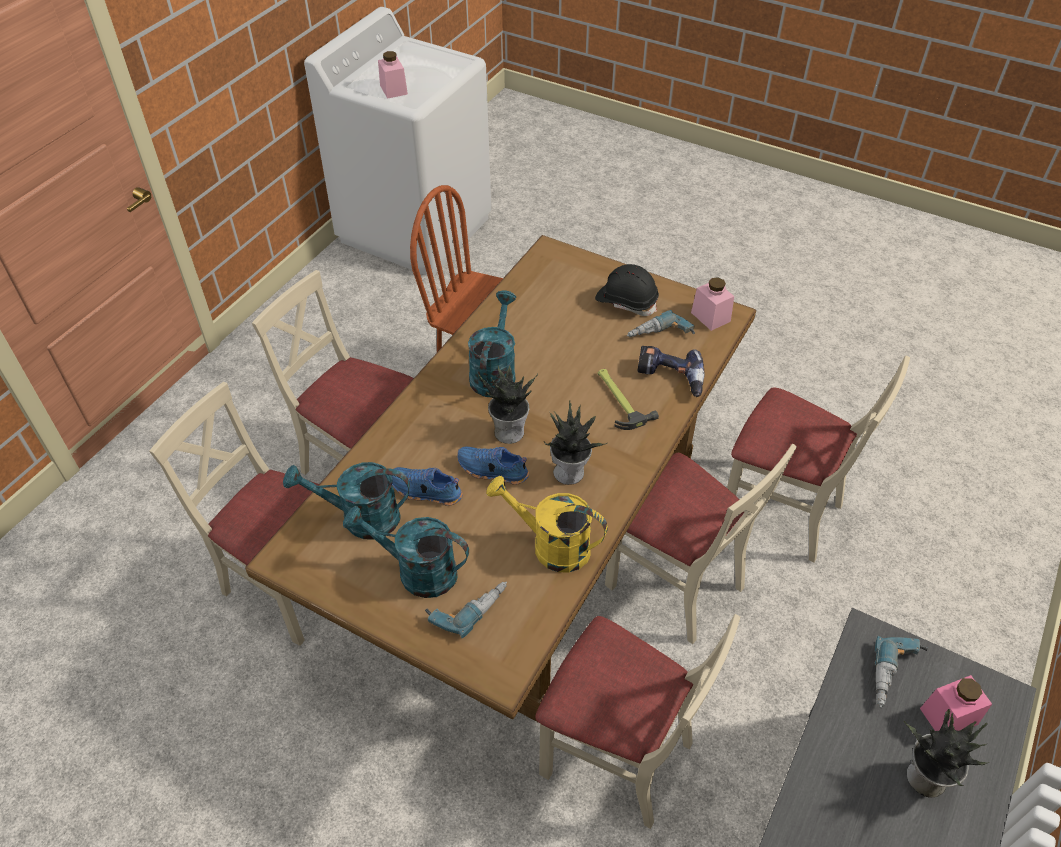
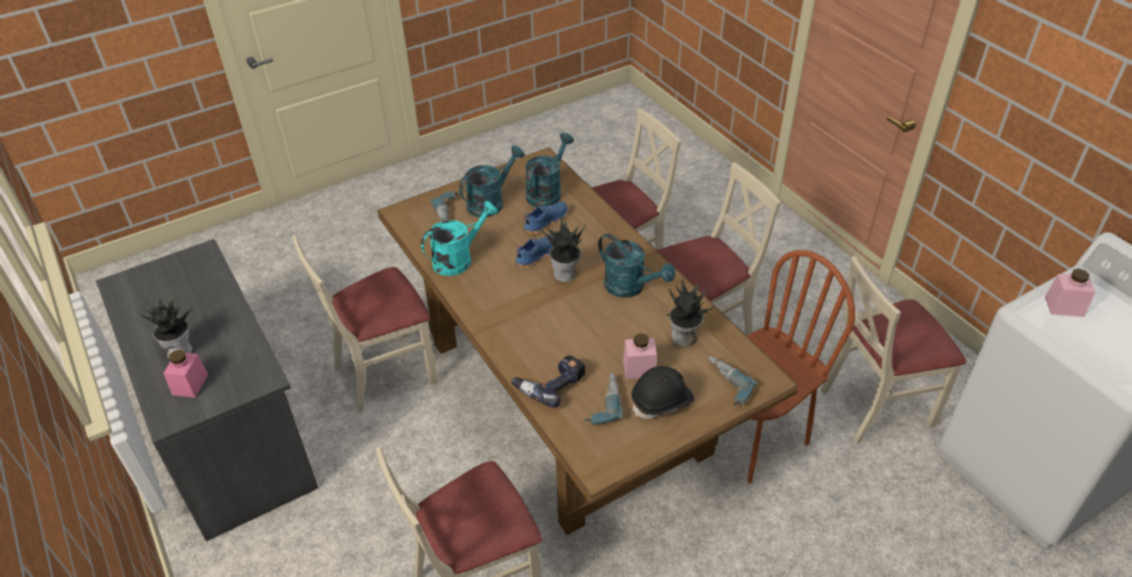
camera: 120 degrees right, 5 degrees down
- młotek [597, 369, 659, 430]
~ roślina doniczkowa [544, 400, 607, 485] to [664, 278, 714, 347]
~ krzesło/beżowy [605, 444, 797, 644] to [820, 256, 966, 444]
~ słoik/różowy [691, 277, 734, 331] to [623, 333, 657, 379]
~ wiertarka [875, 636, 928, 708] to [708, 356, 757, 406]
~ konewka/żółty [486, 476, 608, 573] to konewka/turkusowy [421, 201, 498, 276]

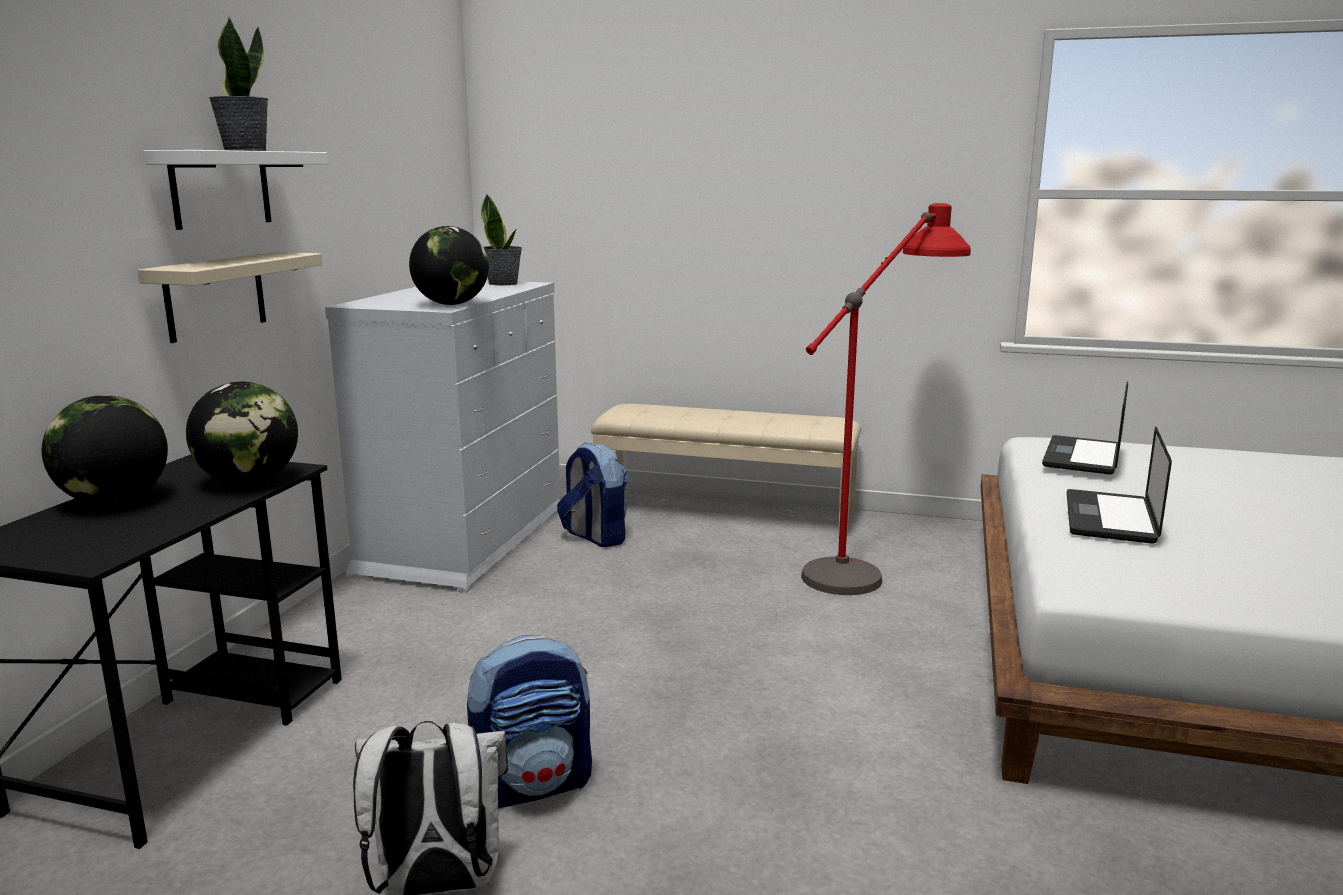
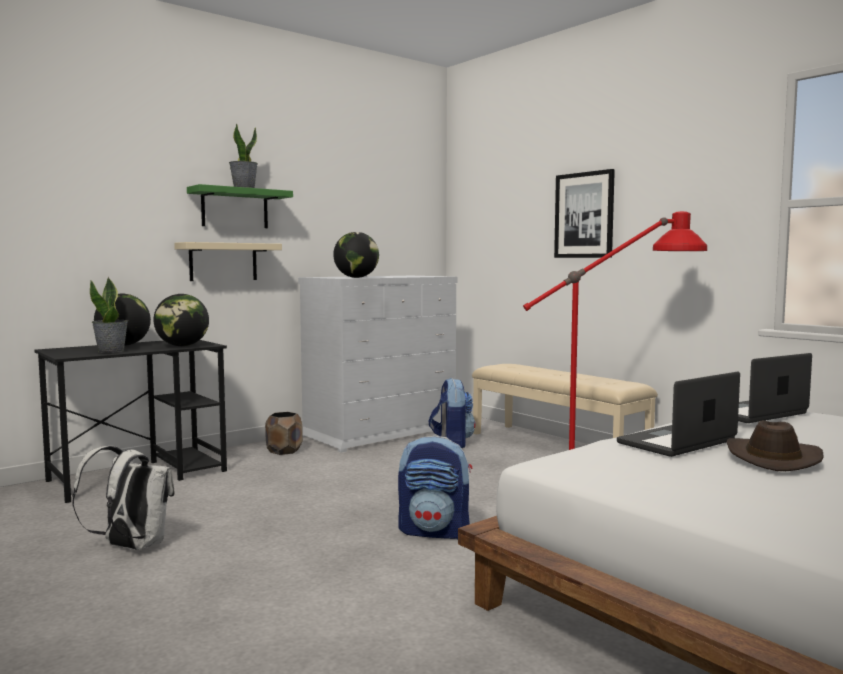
camera: 35 degrees right, 10 degrees down
+ donica/brązowy [265, 412, 303, 455]
+ obraz [554, 169, 615, 258]
+ kapelusz/brązowy [727, 420, 824, 471]
~ plecak [467, 635, 592, 808] to [398, 436, 472, 540]
~ roślina doniczkowa [481, 194, 522, 286] to [90, 277, 128, 353]
~ półka/biały [143, 150, 328, 230] to półka/zielony [187, 184, 293, 228]

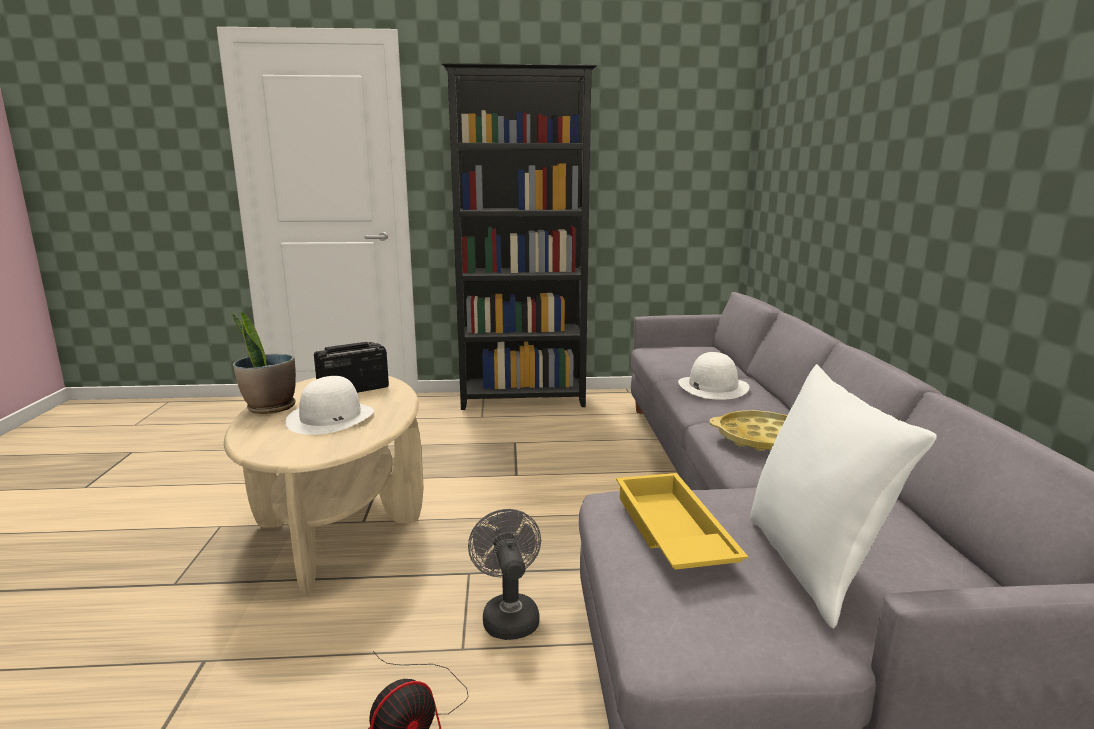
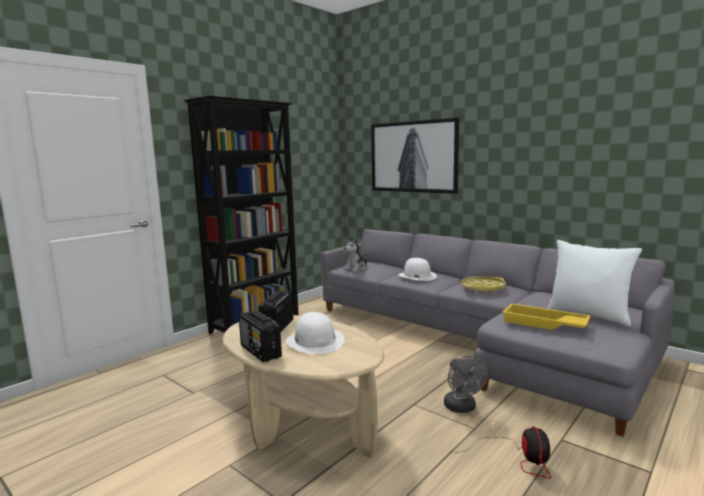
camera: 45 degrees left, 5 degrees down
+ pluszak [344, 237, 367, 272]
+ obraz [371, 117, 459, 194]
~ roślina doniczkowa [232, 312, 296, 414] to radio [239, 310, 282, 362]
~ wentylator/szary [468, 509, 541, 640] = [444, 355, 488, 413] 135 degrees counterclockwise

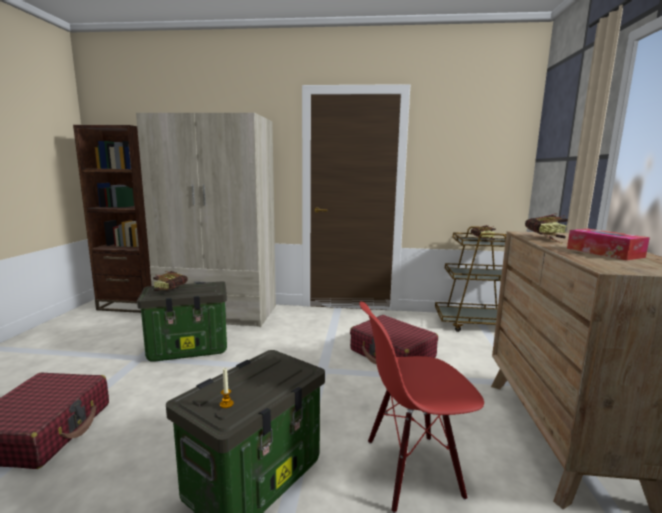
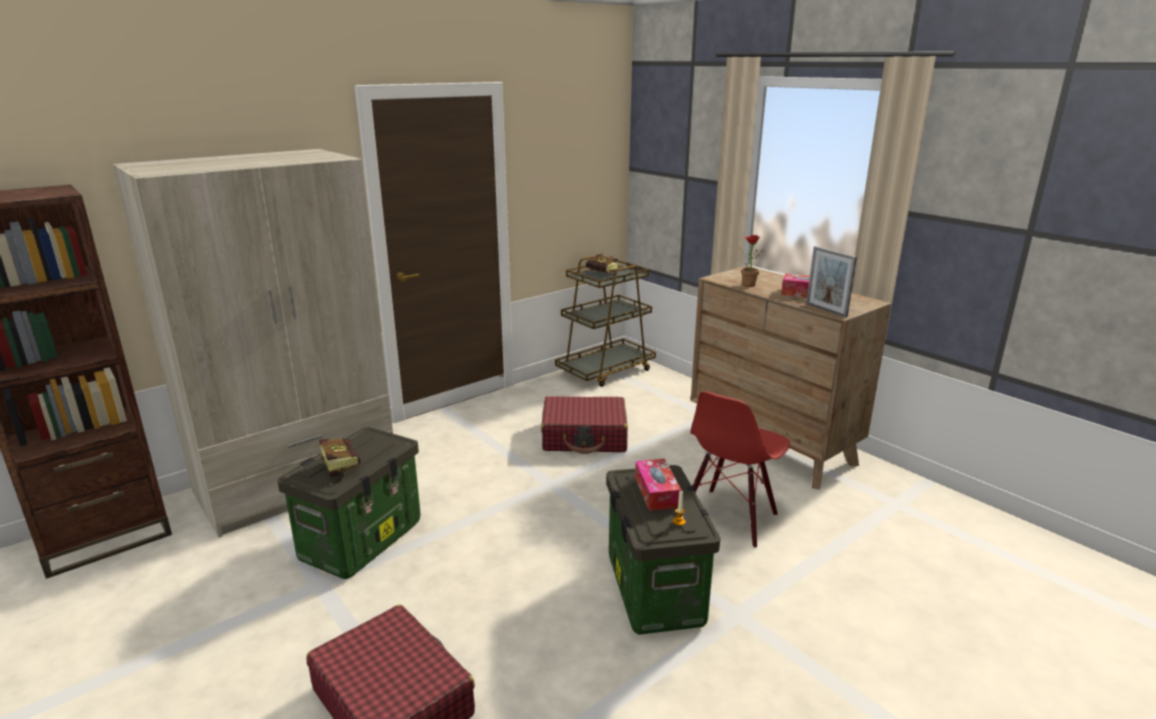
camera: 45 degrees left, 10 degrees up
+ pudełko chusteczek [635, 459, 681, 511]
+ ramka na zdjęcie [806, 246, 857, 317]
~ książka [525, 214, 568, 244] to roślina doniczkowa [740, 235, 765, 287]

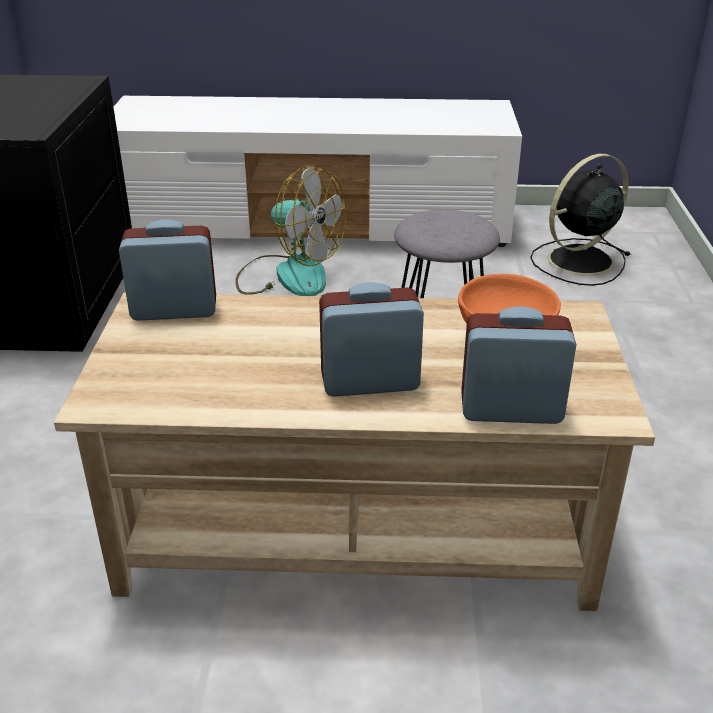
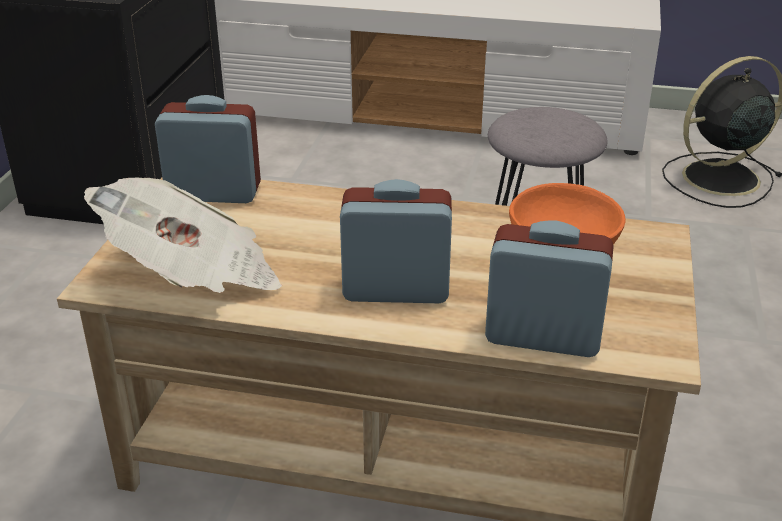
camera: 10 degrees right, 0 degrees up
- wentylator [235, 164, 347, 296]
+ gazeta [84, 178, 282, 293]

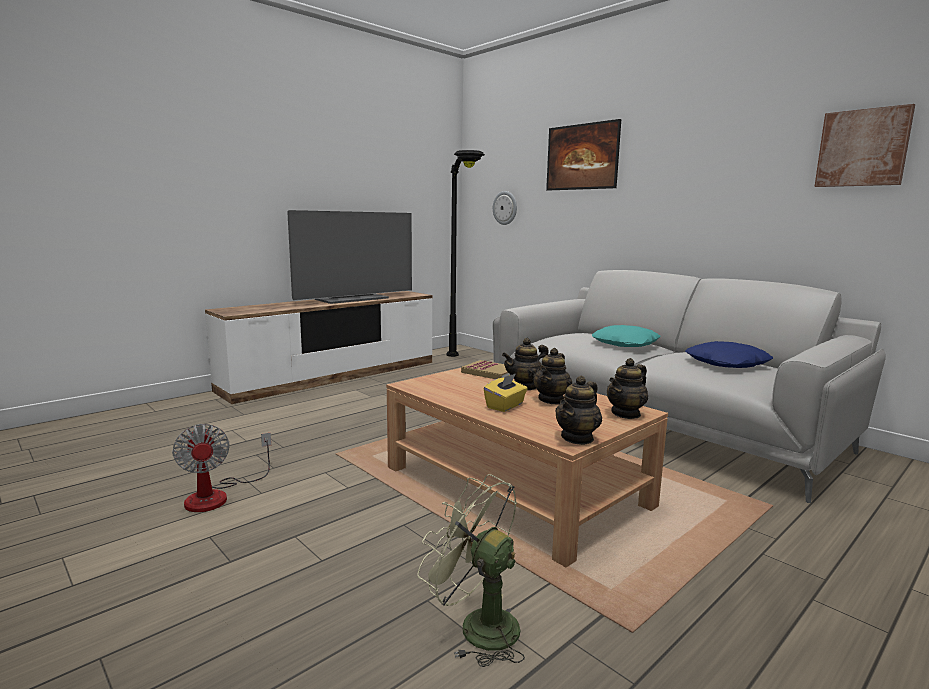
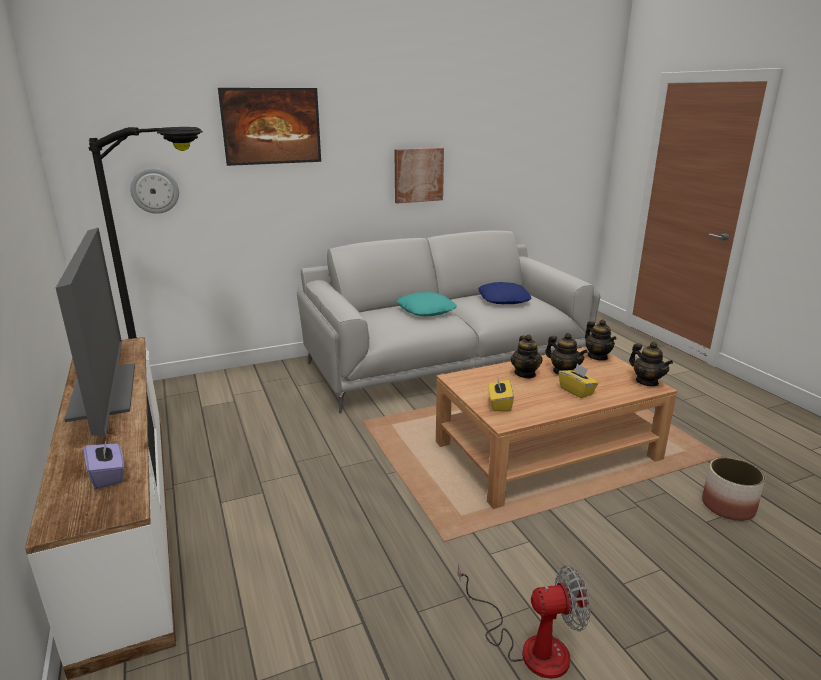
camera: 70 degrees left, 10 degrees up
- książka [461, 360, 510, 379]
+ pudełko chusteczek/fioletowy [84, 436, 124, 489]
+ pudełko chusteczek/żółty [488, 376, 514, 412]
~ obraz [814, 104, 915, 187] to [394, 148, 444, 204]
~ wentylator/zielony [417, 474, 525, 667] to donica [702, 457, 765, 521]

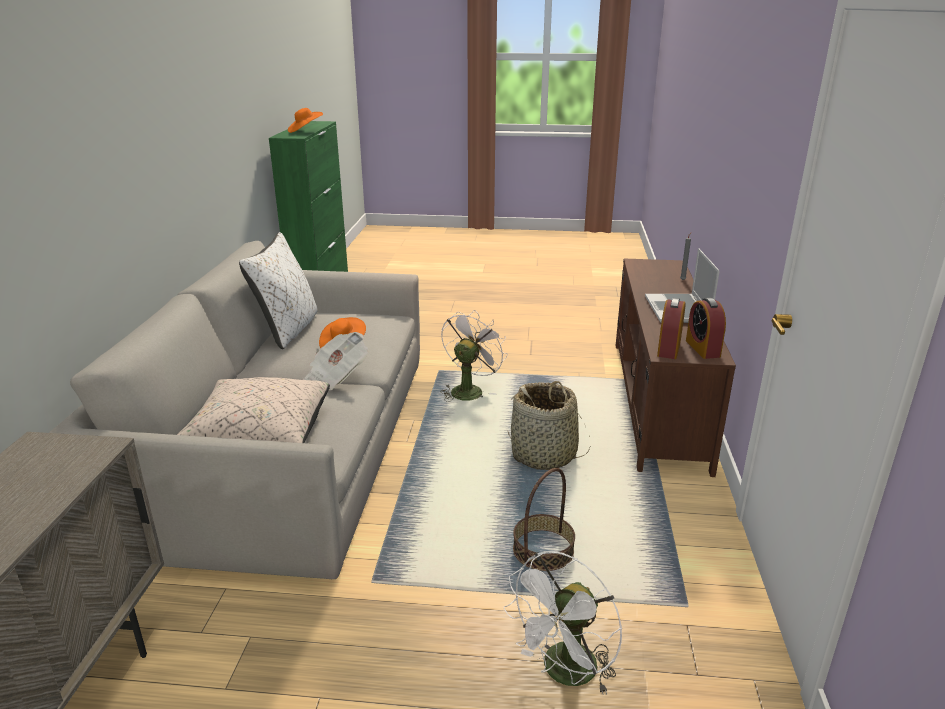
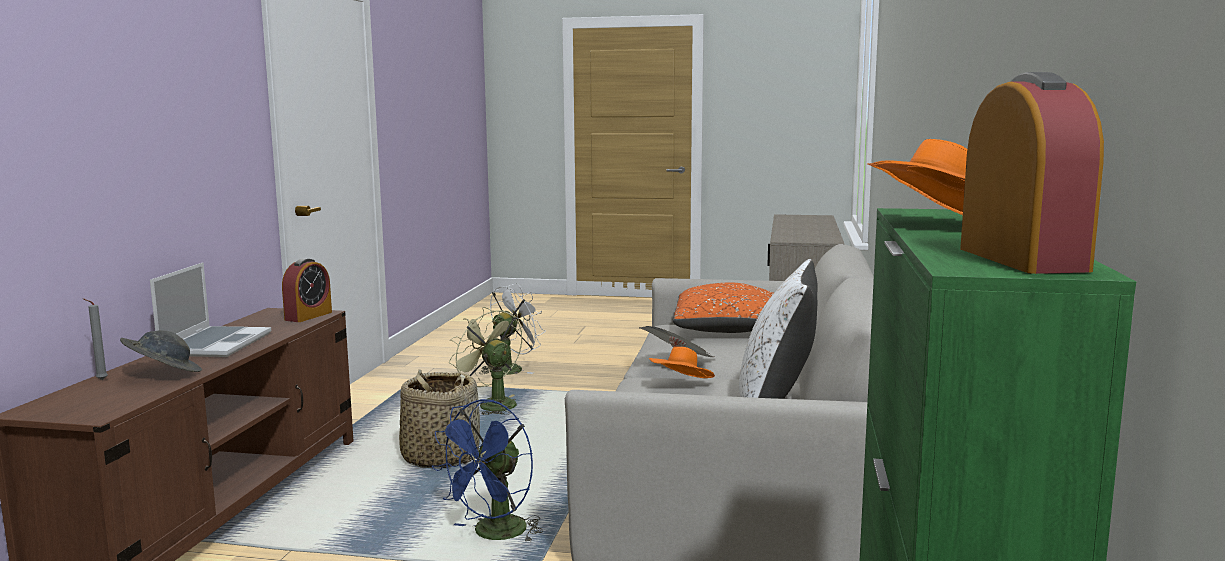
camera: 175 degrees left, 15 degrees down
+ kapelusz/szary [120, 330, 202, 372]
~ budzik [686, 298, 726, 359] to [960, 72, 1104, 274]
~ koszyk [513, 468, 575, 571] to wentylator/zielony [449, 307, 522, 415]
~ poduszka/beżowy [177, 377, 330, 443] to poduszka/pomarańczowy [673, 283, 774, 333]
~ wentylator/biały [441, 310, 508, 402] to wentylator/niebieski [431, 399, 543, 543]

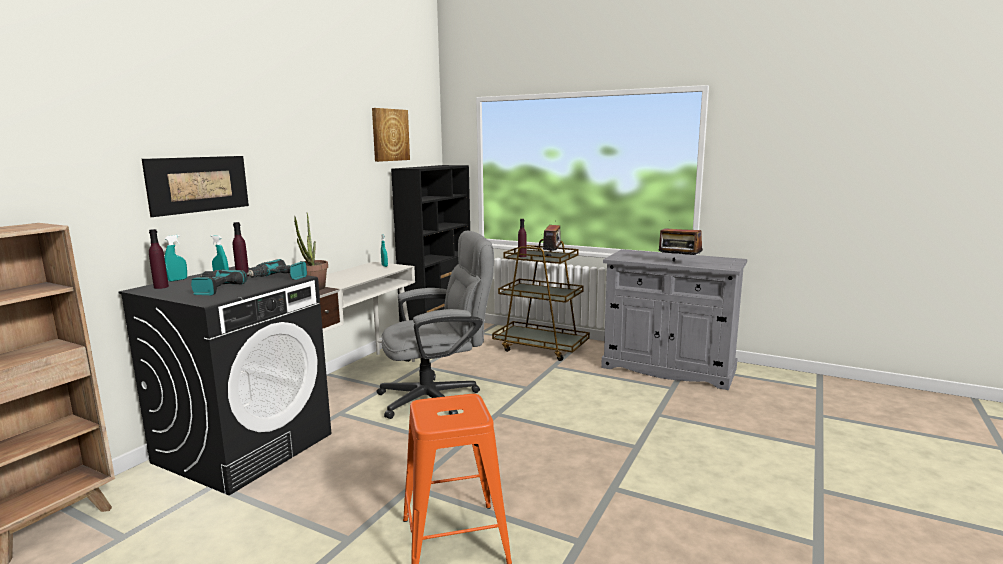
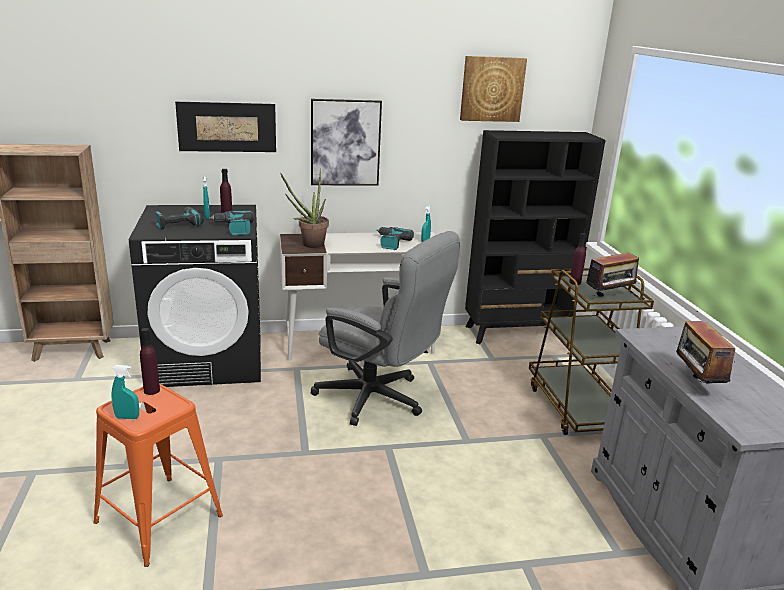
camera: 50 degrees right, 10 degrees up
+ obraz [311, 99, 382, 185]
+ wiertarka [376, 227, 414, 250]
~ butelka/fioletowy [149, 229, 169, 289] to [140, 328, 160, 395]
~ spryskiwacz/turkusowy [164, 235, 187, 282] to [111, 365, 139, 419]

